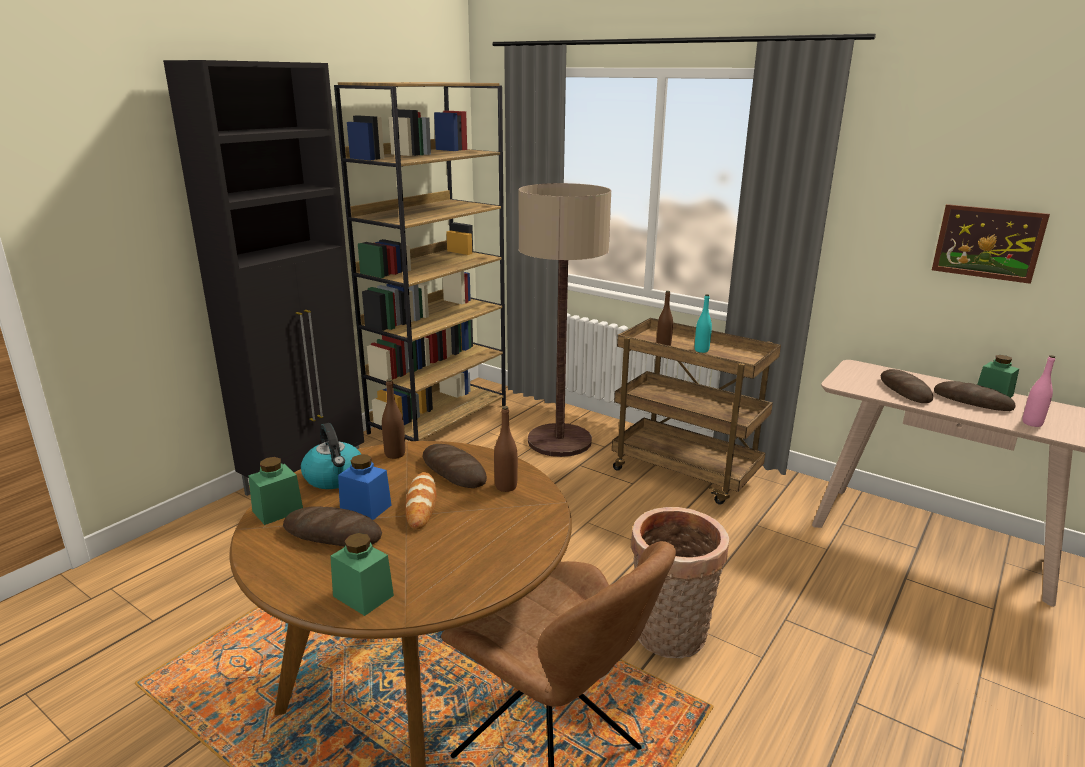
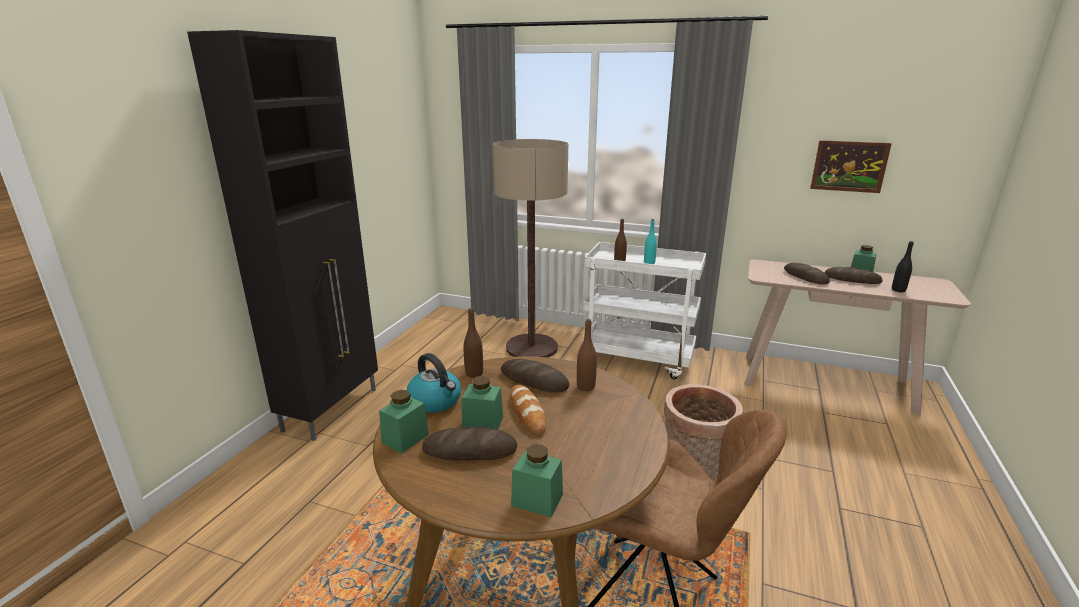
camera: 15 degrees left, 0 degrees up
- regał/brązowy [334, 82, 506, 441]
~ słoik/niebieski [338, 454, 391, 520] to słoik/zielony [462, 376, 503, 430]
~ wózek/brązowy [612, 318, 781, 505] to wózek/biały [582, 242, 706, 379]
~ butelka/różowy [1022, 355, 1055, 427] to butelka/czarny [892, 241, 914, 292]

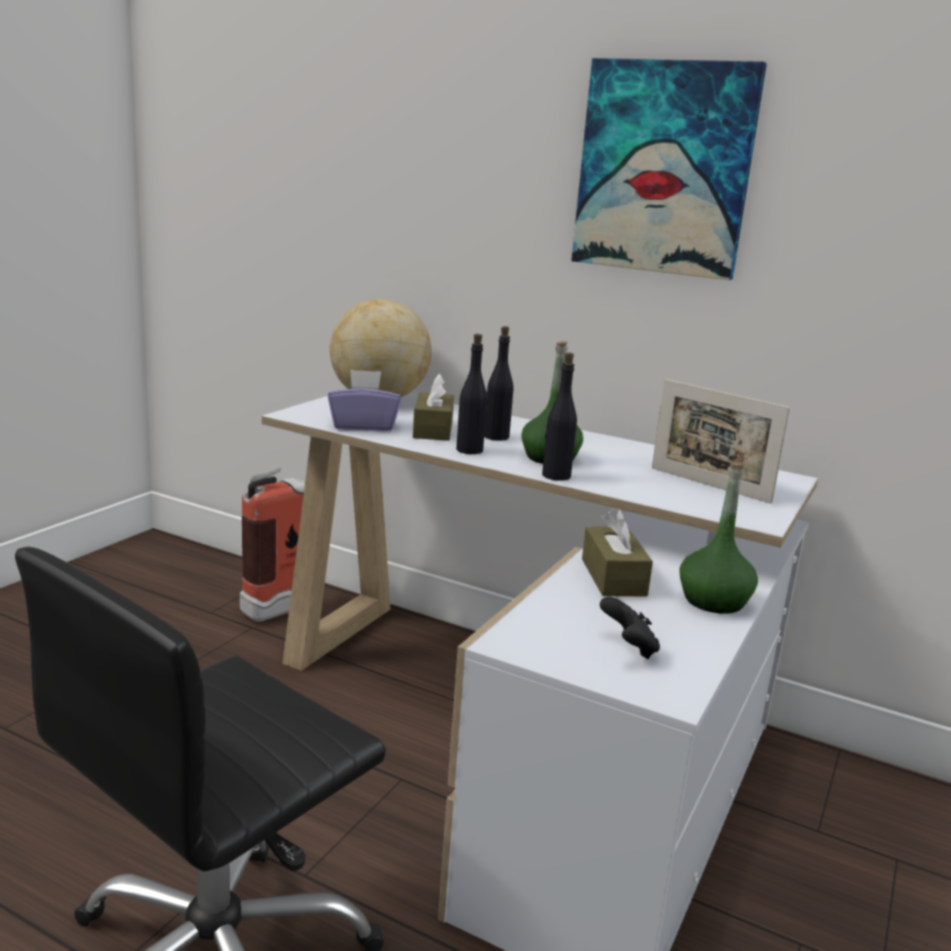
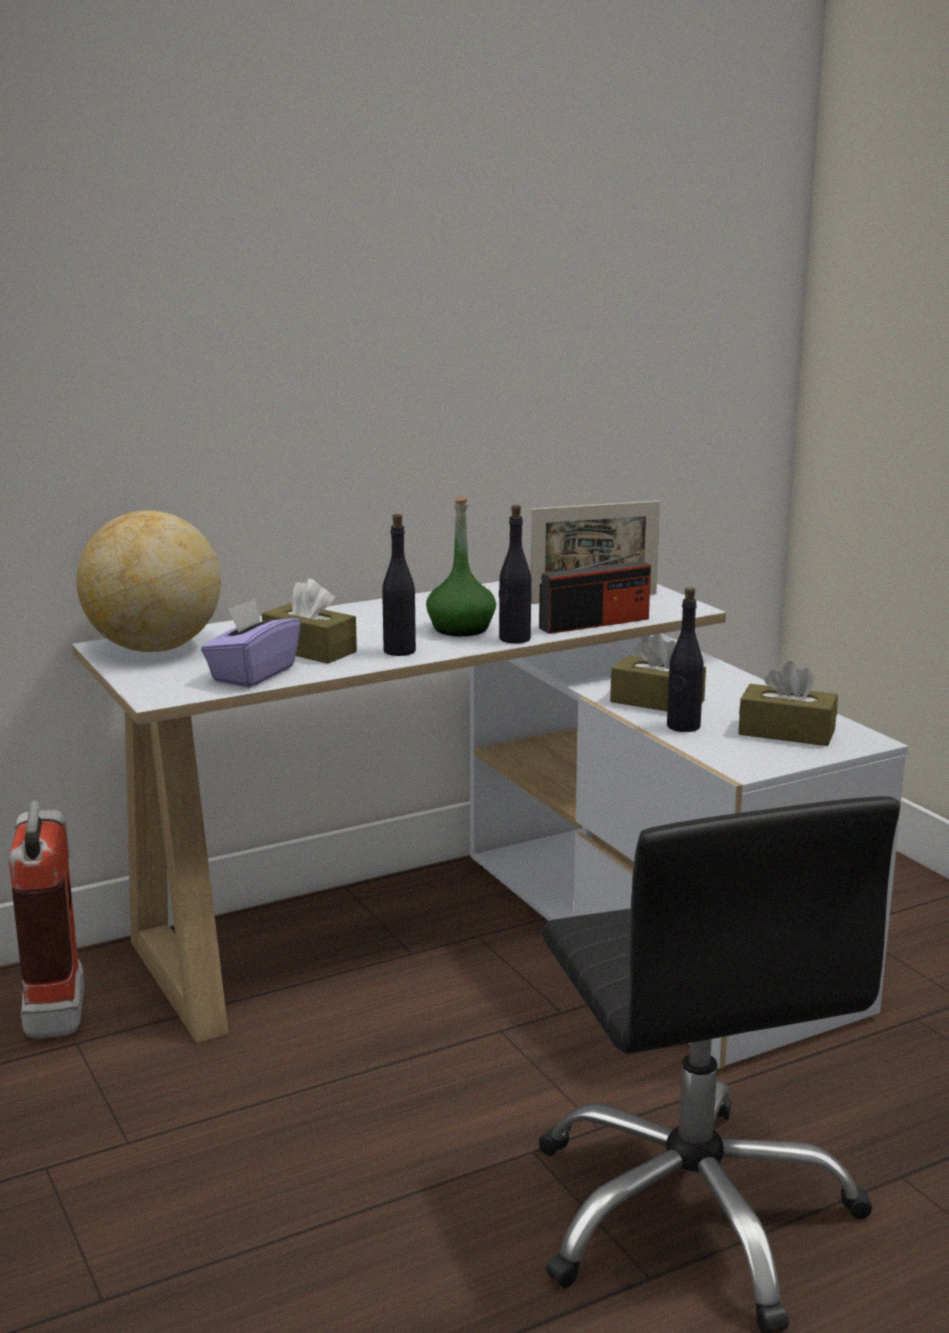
camera: 55 degrees left, 0 degrees up
- obraz [571, 58, 767, 280]
- butelka/zielony [679, 463, 758, 614]
+ radio [539, 552, 651, 634]
~ butelka/czarny [484, 326, 513, 441] to [667, 587, 704, 732]
~ pad do gier/czarny [600, 597, 660, 659] to pudełko chusteczek/brązowy [738, 661, 838, 746]

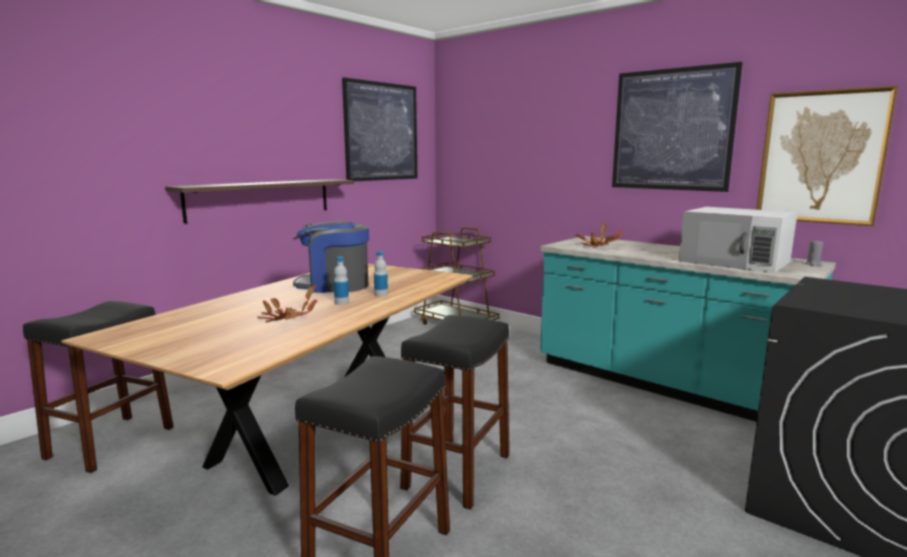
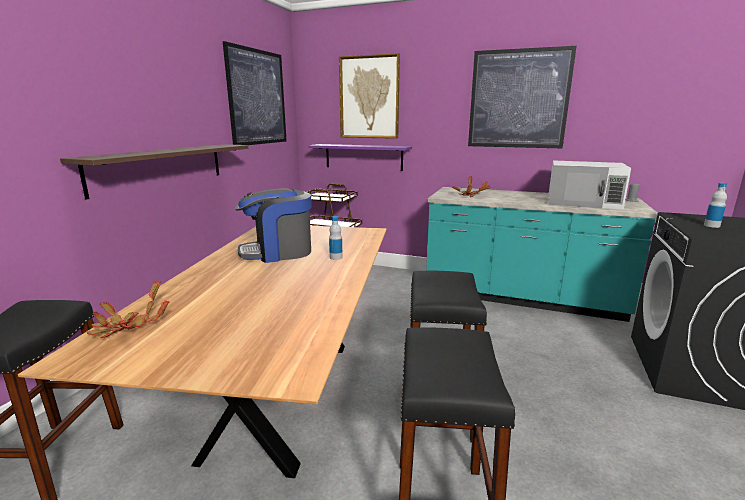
camera: 20 degrees left, 5 degrees up
+ półka/fioletowy [309, 144, 412, 171]
~ roślina doniczkowa [257, 285, 318, 323] to [87, 281, 169, 338]
~ butelka [334, 257, 349, 305] to [704, 183, 727, 228]
~ obraz [756, 86, 898, 226] to [339, 53, 400, 139]

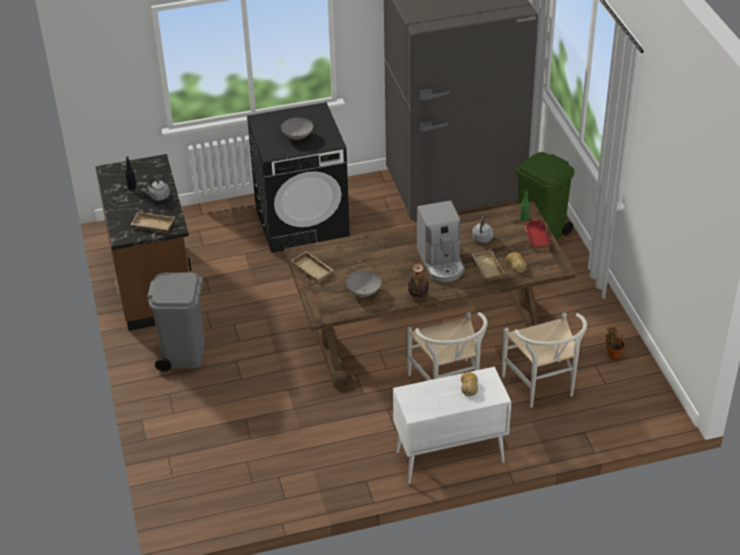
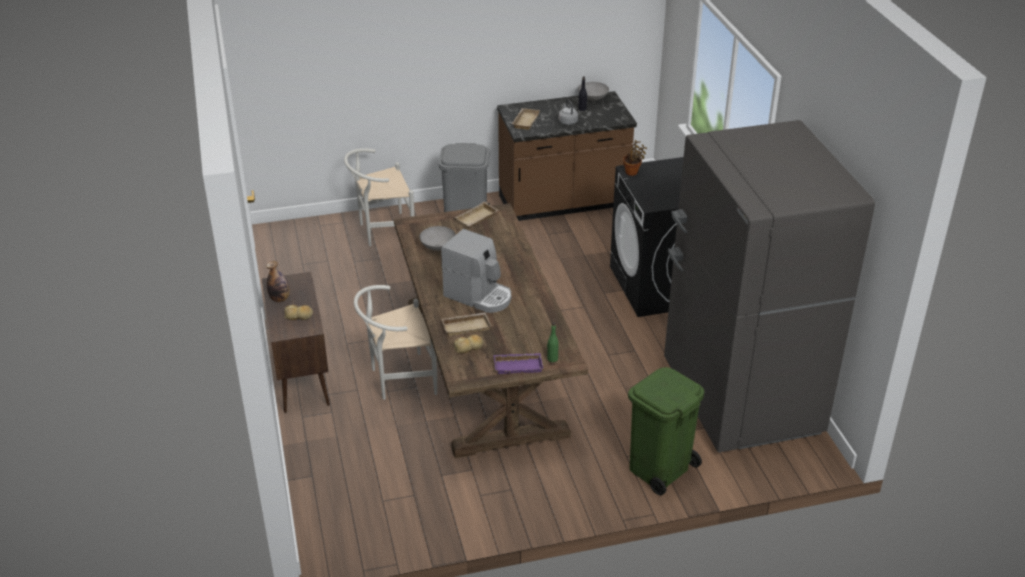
camera: 90 degrees right, 5 degrees down
- czajnik/szary [472, 216, 493, 243]
~ miska/szary [281, 117, 313, 140] to [578, 82, 609, 102]
~ butelka [408, 264, 429, 299] to [266, 261, 290, 302]
~ krzesło/biały [502, 312, 587, 408] to [344, 148, 415, 246]
~ roślina doniczkowa [606, 327, 625, 359] to [623, 140, 647, 176]
~ szafka/biały [393, 367, 511, 484] to szafka/brązowy [262, 272, 330, 413]
~ taca/czerwony [523, 220, 552, 249] to taca/fioletowy [494, 353, 543, 374]
~ ekspres do kawy [417, 201, 465, 282] = [441, 229, 511, 313] 135 degrees counterclockwise

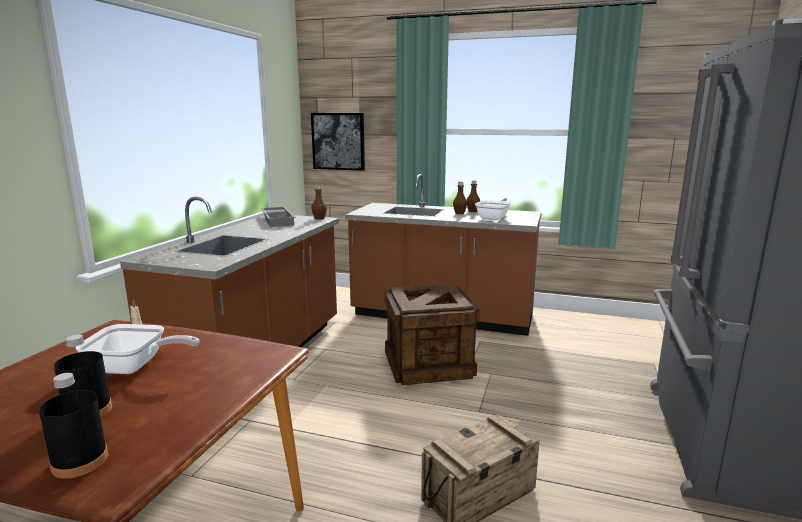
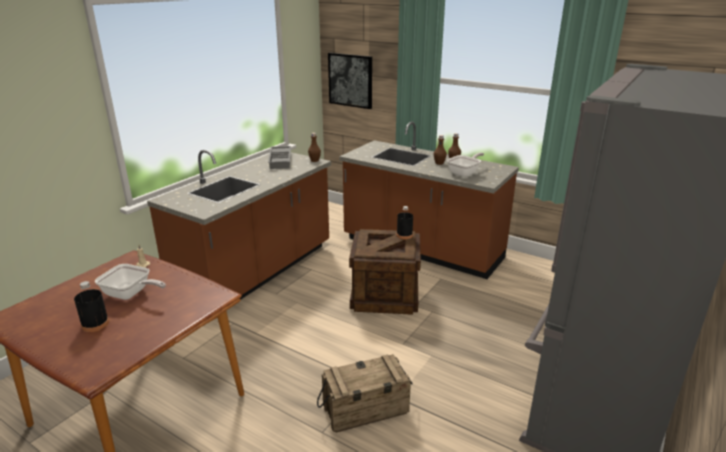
camera: 15 degrees right, 10 degrees up
~ butelka/czarny [39, 373, 108, 478] to [397, 206, 413, 239]

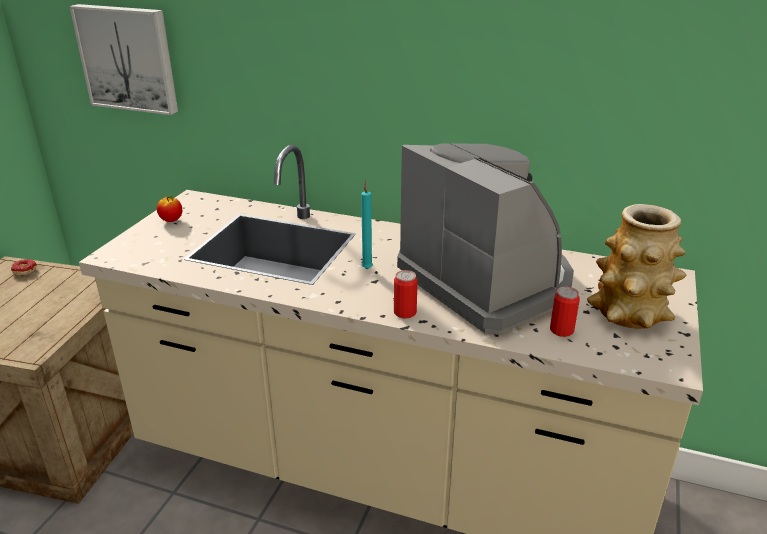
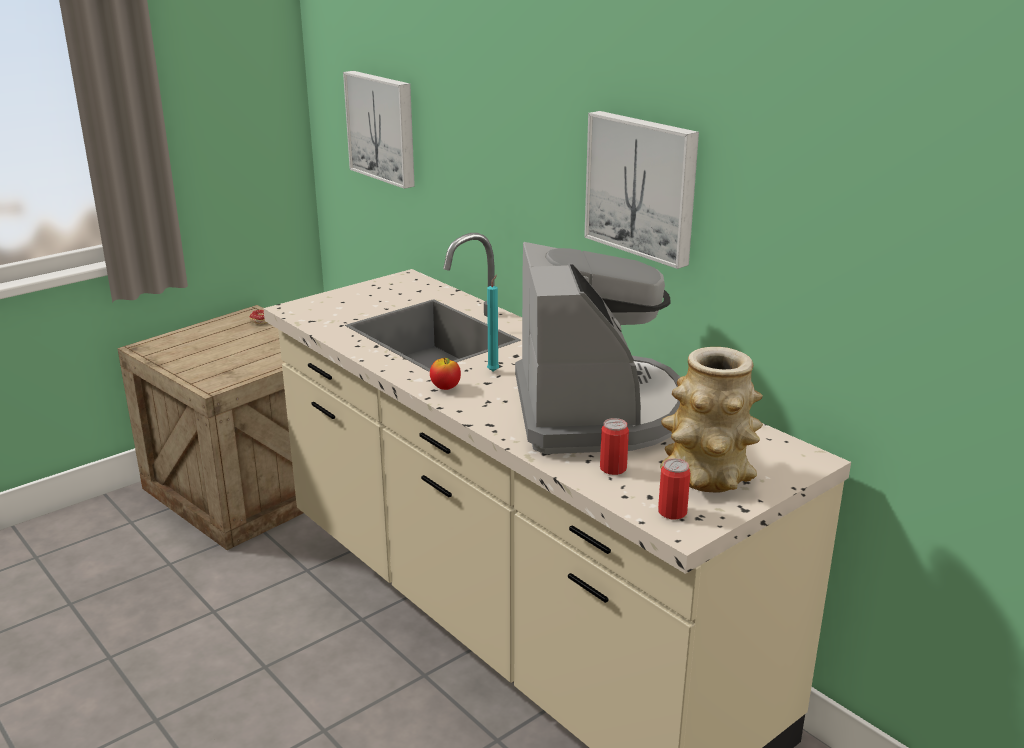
camera: 30 degrees right, 5 degrees down
+ obraz [584, 111, 699, 269]
~ jabłko [157, 196, 182, 222] to [430, 358, 461, 390]
~ puszka [394, 270, 417, 318] to [658, 459, 690, 520]

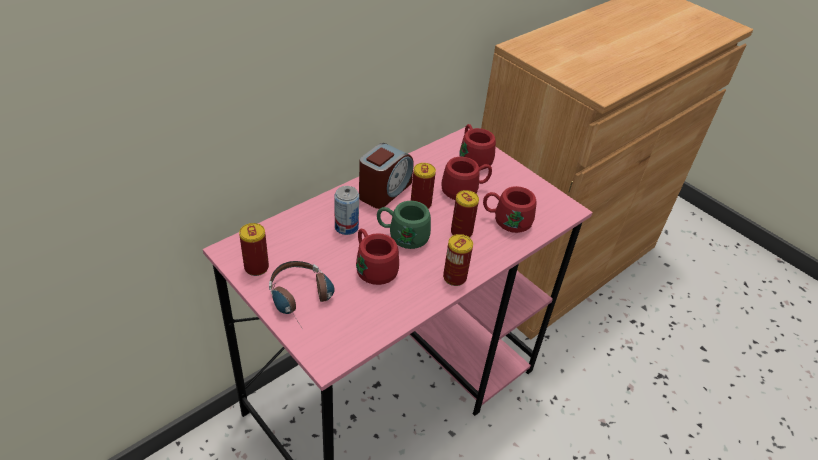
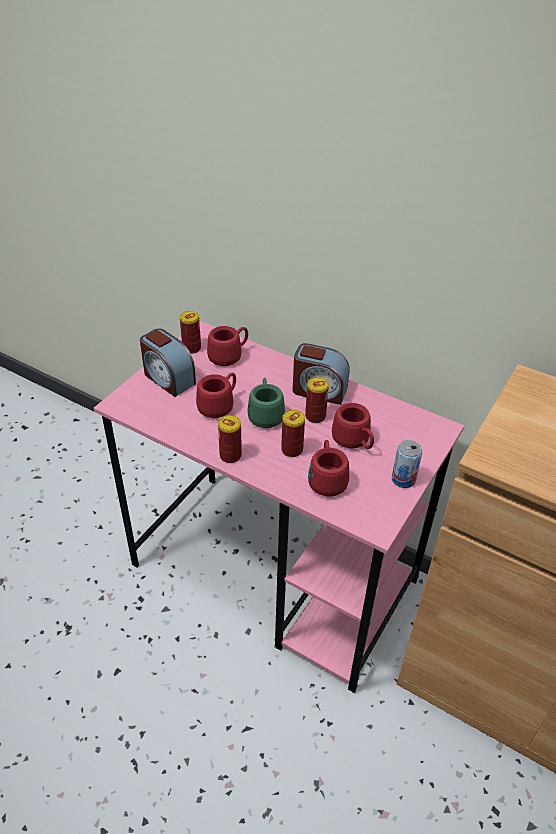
camera: 75 degrees right, 0 degrees up
~ puszka [334, 186, 359, 235] to [392, 440, 422, 488]
~ kubek/czerwony [459, 124, 496, 170] to [207, 326, 248, 366]
~ słuchawki [269, 261, 335, 328] to budzik [140, 328, 196, 397]

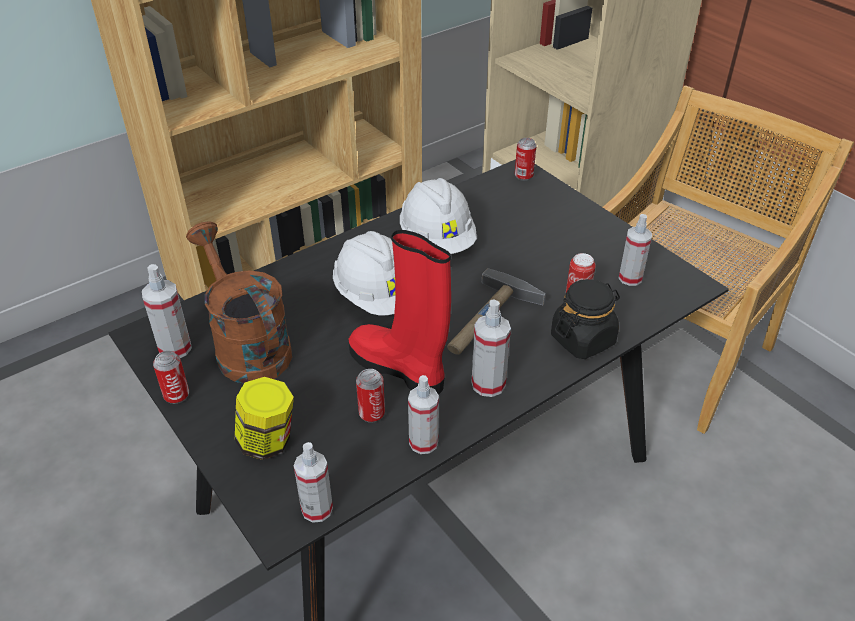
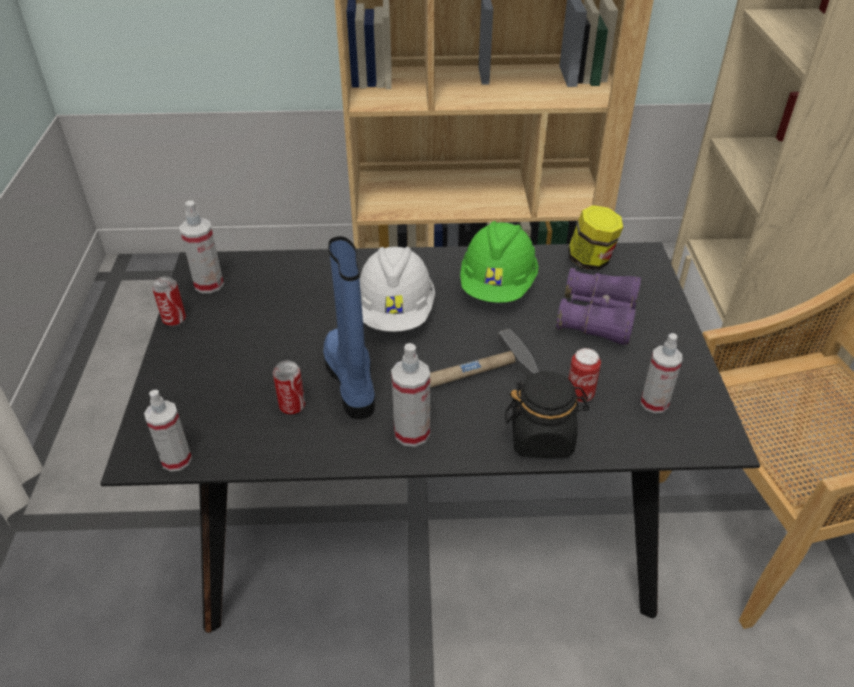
camera: 35 degrees right, 0 degrees up
- konewka/brązowy [186, 221, 292, 383]
- spryskiwacz [408, 375, 439, 454]
- puszka [515, 138, 537, 181]
+ lornetka/fioletowy [556, 268, 641, 345]
~ słoik [235, 377, 294, 460] to [568, 205, 623, 271]
~ but z cholewką/czerwony [348, 230, 451, 395] to but z cholewką/niebieski [323, 236, 375, 419]
~ kask/biały [400, 178, 477, 254] to kask/zielony [460, 221, 538, 303]

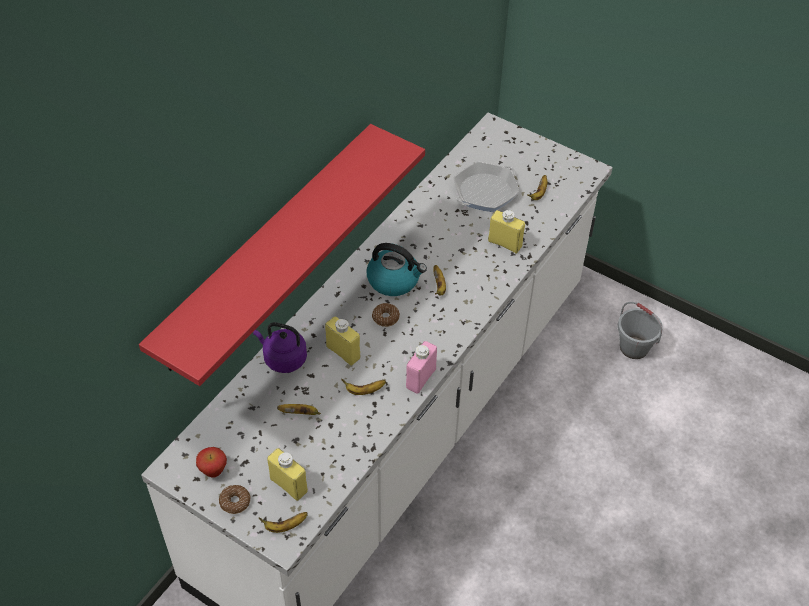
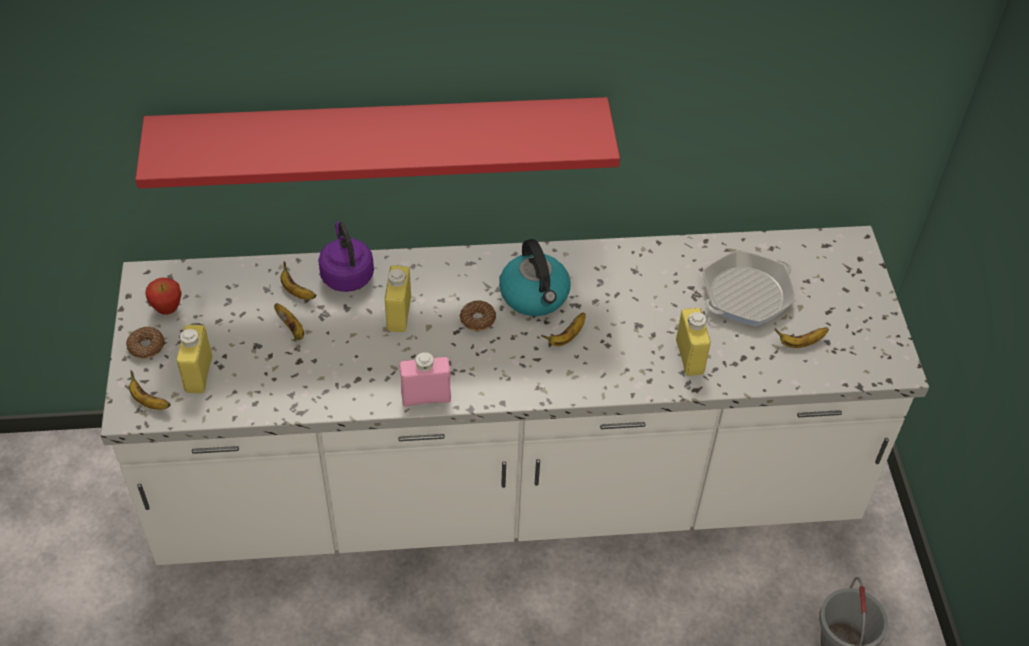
camera: 50 degrees right, 0 degrees up
~ banan [341, 379, 386, 395] to [280, 261, 316, 300]
~ patelnia [454, 162, 519, 212] = [703, 250, 796, 326] 45 degrees counterclockwise

